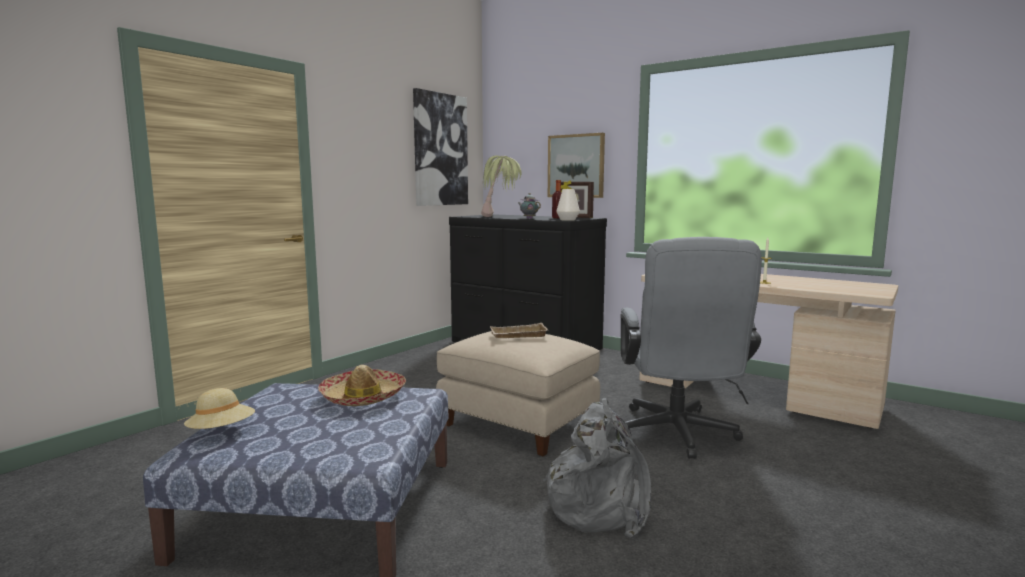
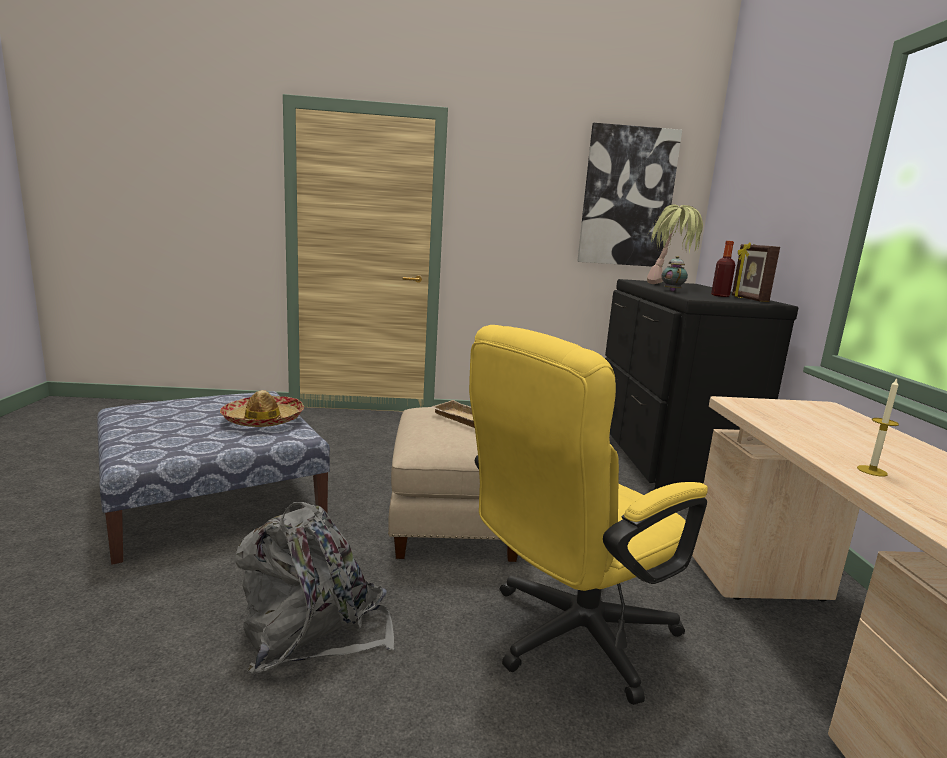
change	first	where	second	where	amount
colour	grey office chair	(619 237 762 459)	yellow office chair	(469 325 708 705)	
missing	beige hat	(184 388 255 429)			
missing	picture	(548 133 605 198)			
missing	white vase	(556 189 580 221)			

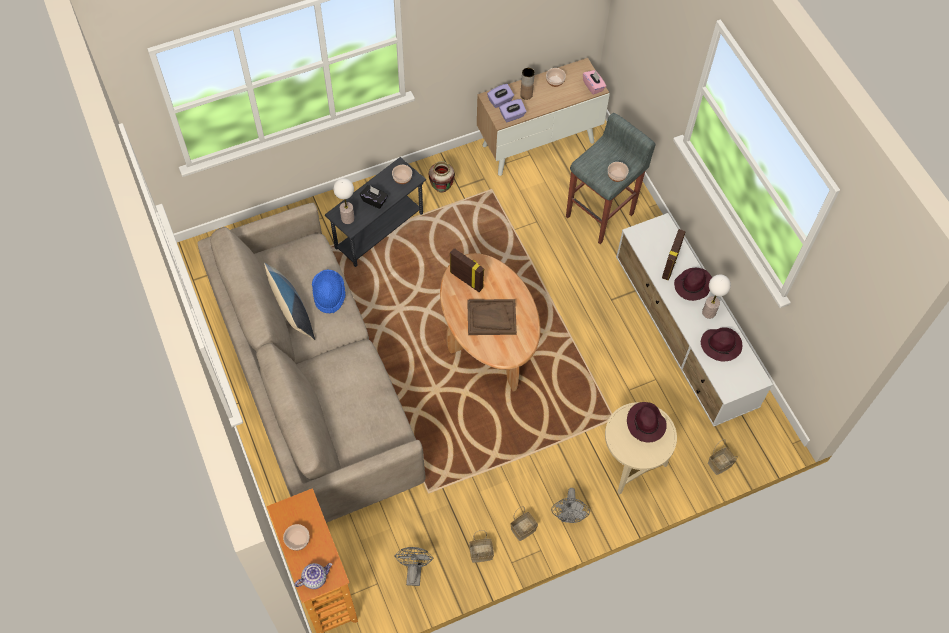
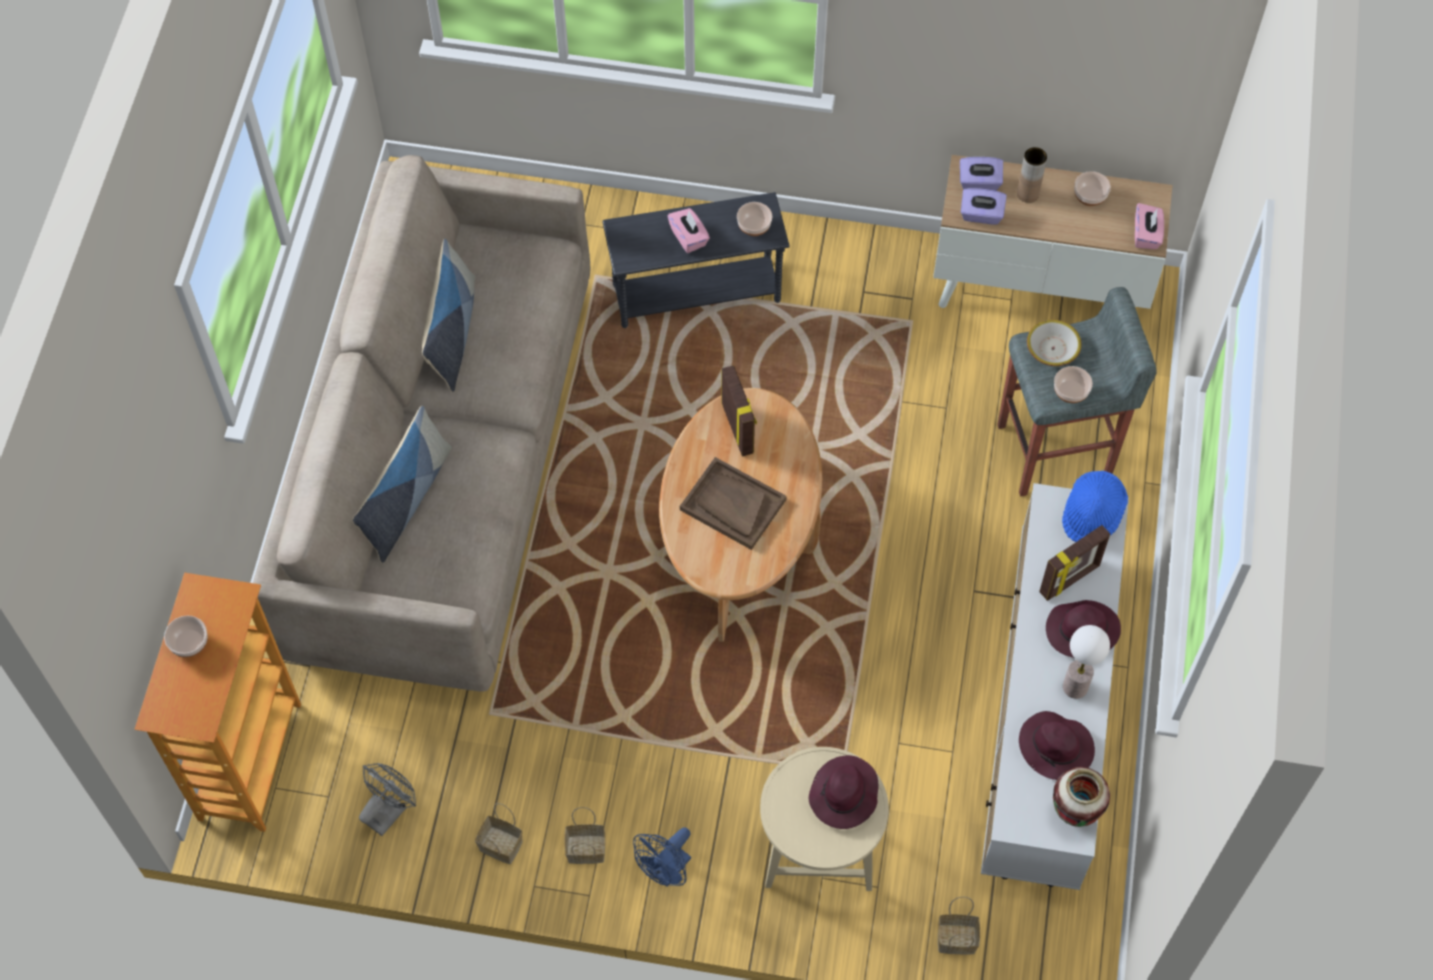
change	first	where	second	where	amount
appeared			pillow	(352 406 452 563)	
colour	grey fan	(551 488 590 523)	blue fan	(633 827 691 887)	
colour	black tissue box	(360 185 388 209)	pink tissue box	(668 208 710 253)	
appeared			bowl	(1027 320 1081 366)	
relocated	vase	(429 161 455 193)		(1053 767 1110 827)	
relocated	blue hat	(312 270 345 313)		(1062 471 1128 542)	
missing	teapot	(294 563 332 589)			
missing	table lamp	(333 178 354 224)			

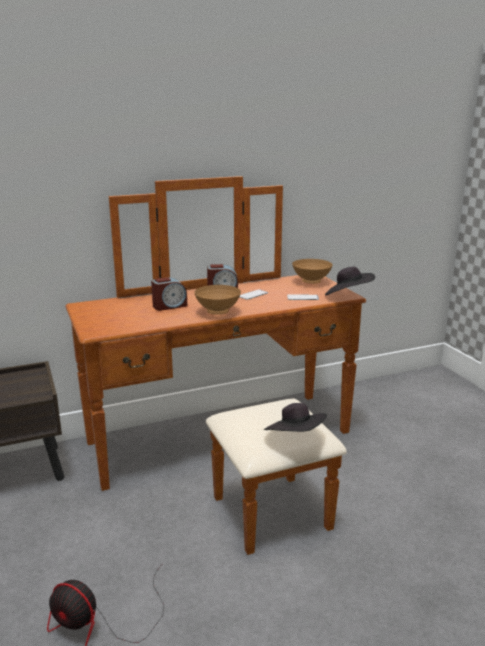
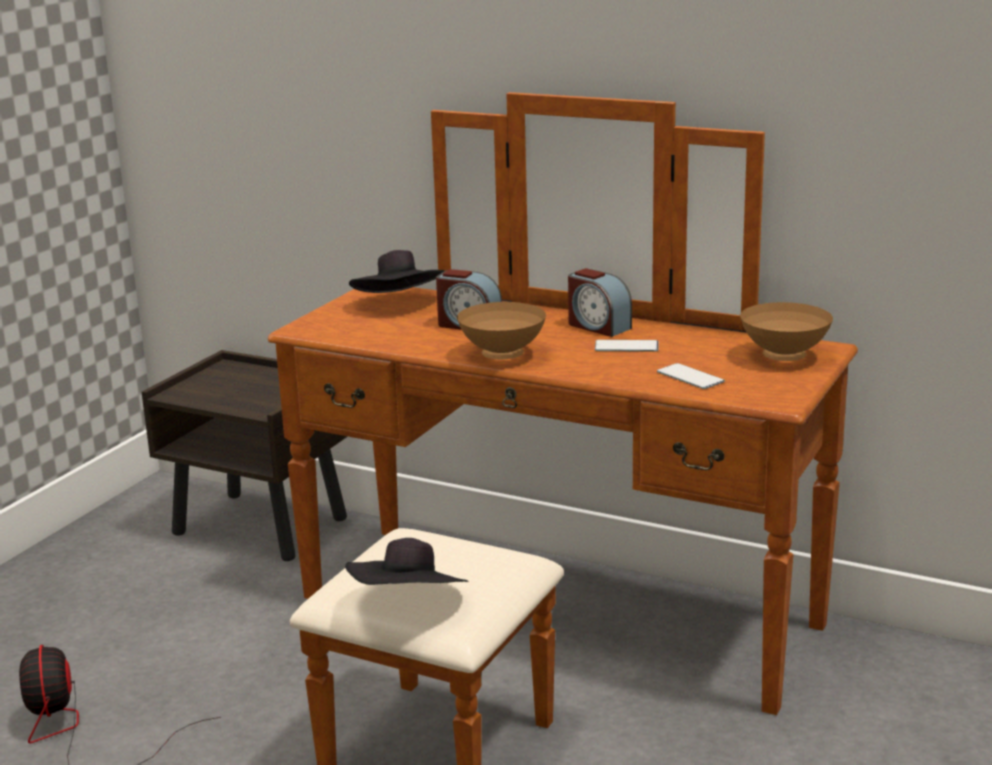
change	first	where	second	where	amount
relocated	black hat	(325 267 375 295)		(349 250 444 293)	

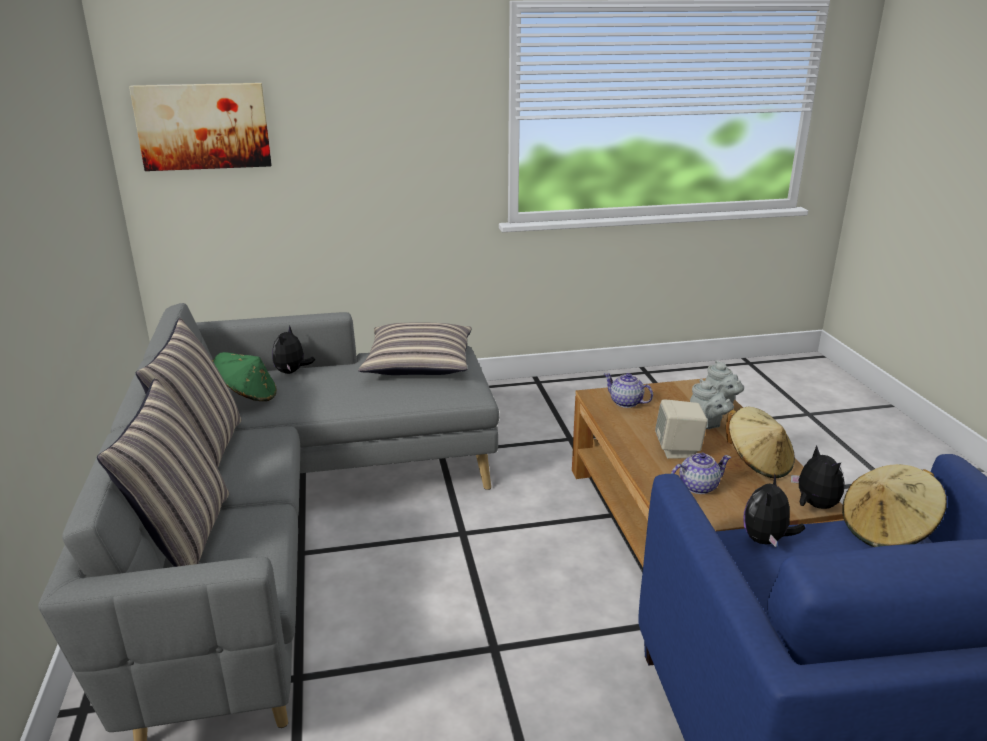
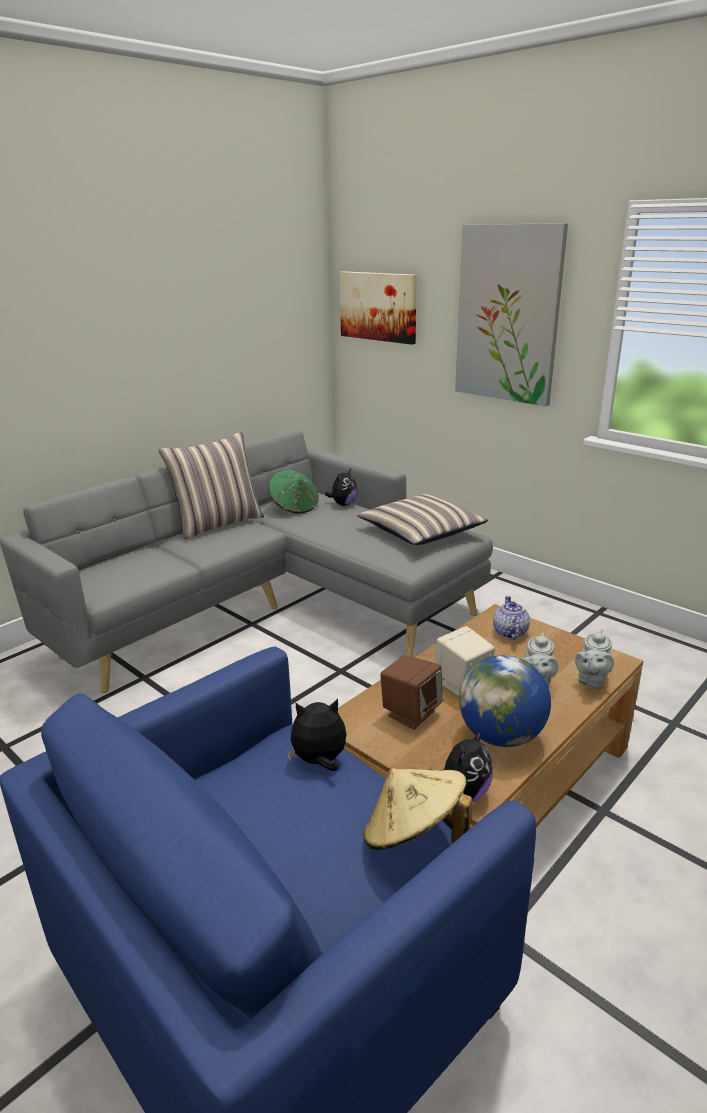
change	first	where	second	where	amount
spun	plush toy	(272 325 315 374)		(325 469 358 506)	150 degrees clockwise
exchanged	teapot	(671 453 731 494)	brown speaker	(380 655 443 729)	
appeared			picture	(455 223 568 407)	
exchanged	beige hat	(726 407 795 479)	globe	(459 655 551 747)	
missing	pillow	(97 378 229 567)			

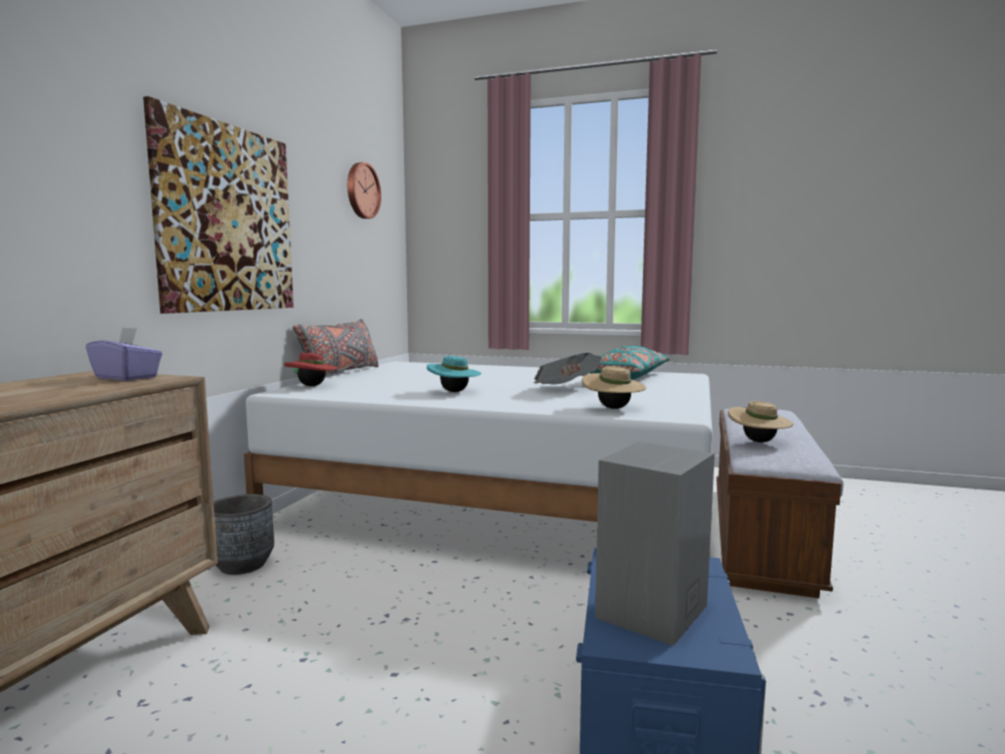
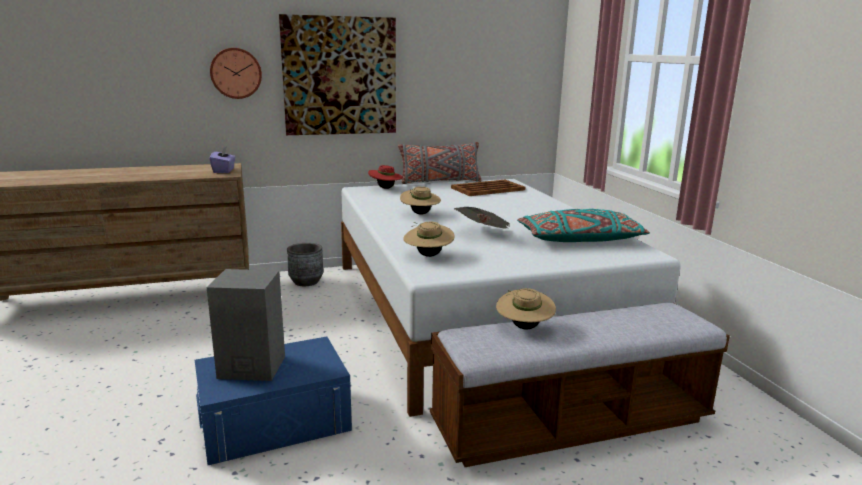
change	first	where	second	where	amount
relocated	wall clock	(347 162 381 219)		(210 48 262 99)	
colour	turquoise hat	(427 356 481 392)	beige hat	(400 186 441 215)	
appeared			brown tray	(451 180 525 196)	

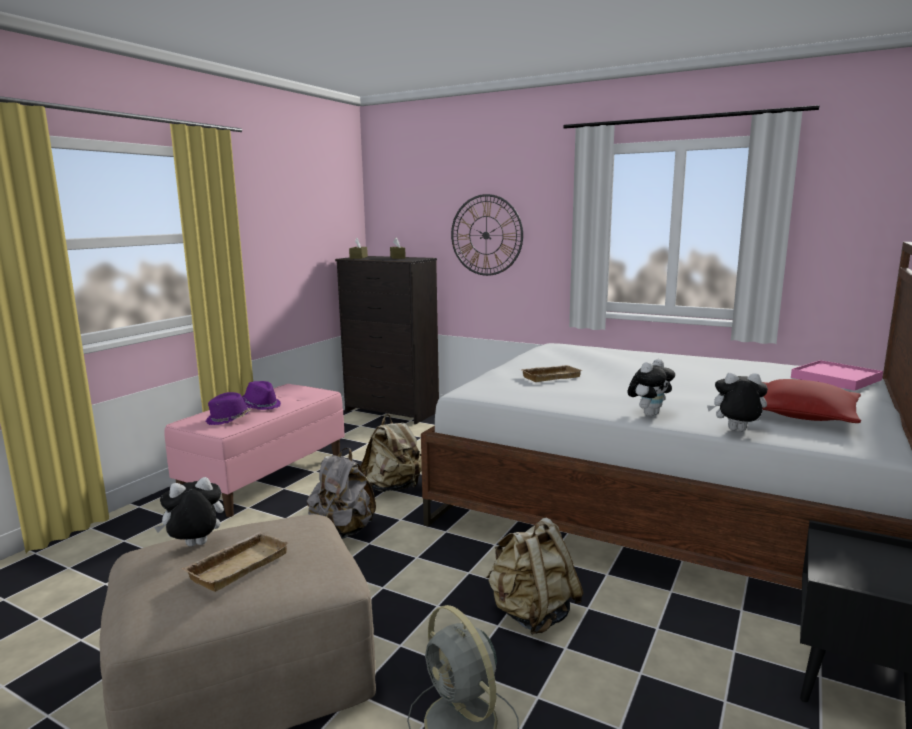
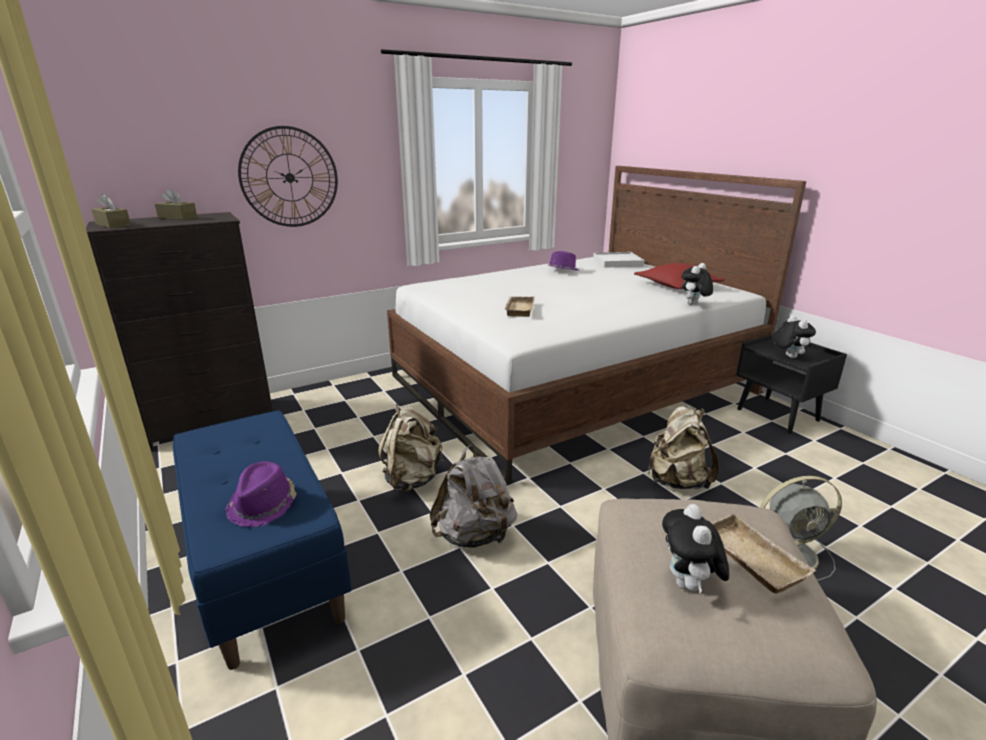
change	first	where	second	where	amount
colour	pink bench	(165 384 345 517)	blue bench	(173 410 352 670)	
relocated	purple hat	(242 381 281 410)		(547 251 579 270)	
colour	pink tray	(791 360 883 391)	white tray	(593 252 645 268)	
relocated	plush toy	(628 359 675 416)		(772 315 816 358)	

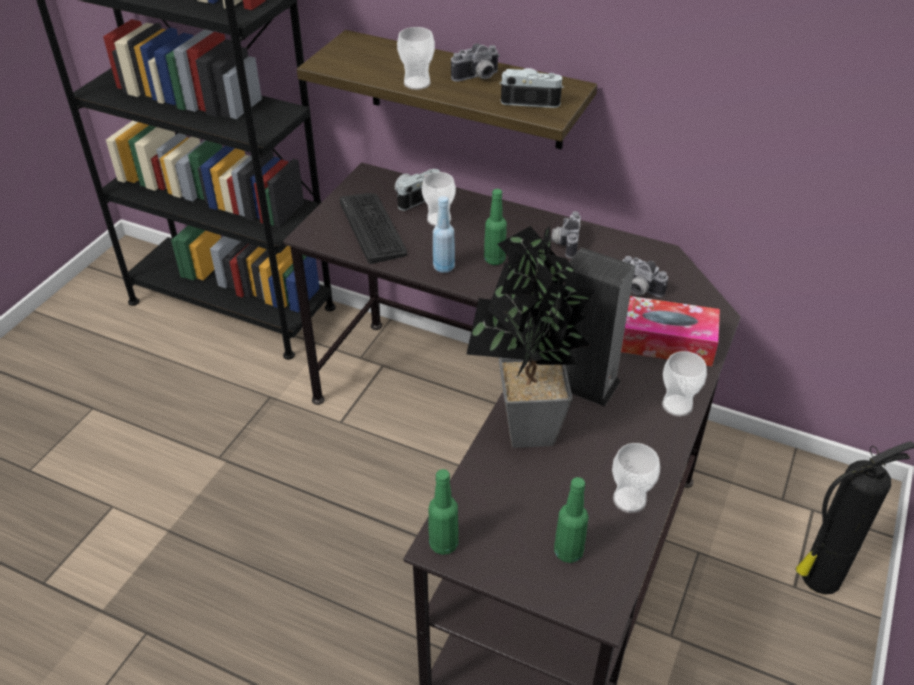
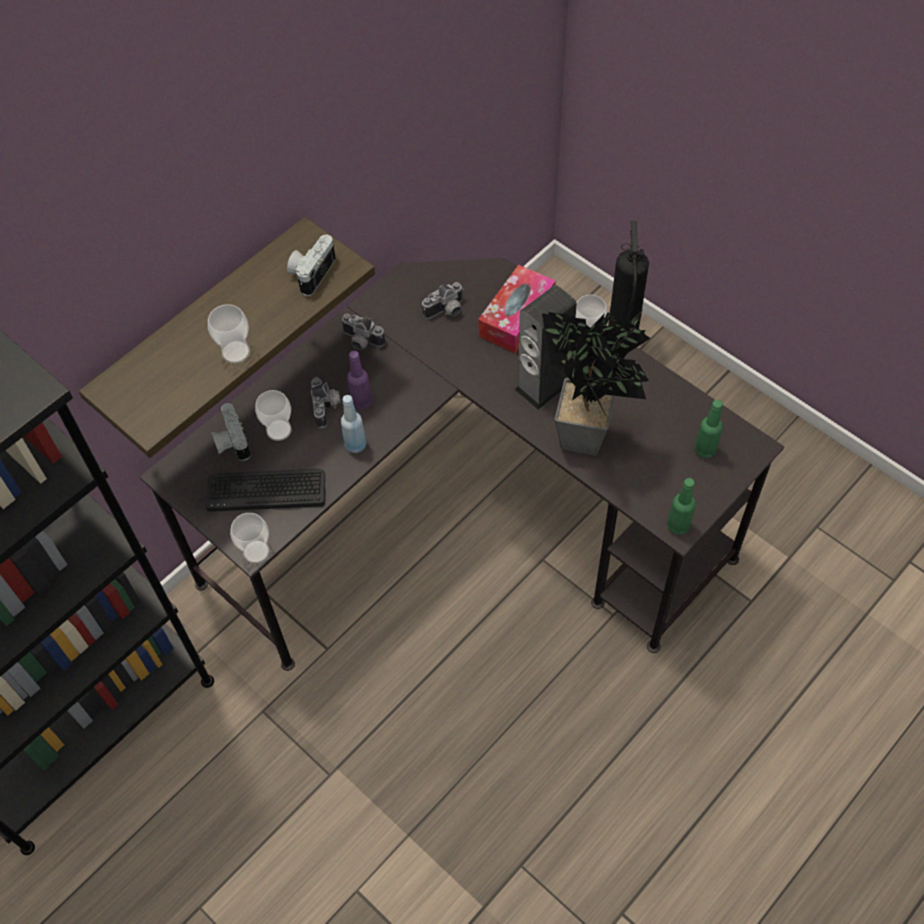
change	first	where	second	where	amount
relocated	cup	(612 443 660 513)		(230 513 270 564)	
relocated	photo camera	(451 43 500 82)		(311 377 340 429)	
colour	green bottle	(484 189 507 265)	purple bottle	(347 351 372 410)	

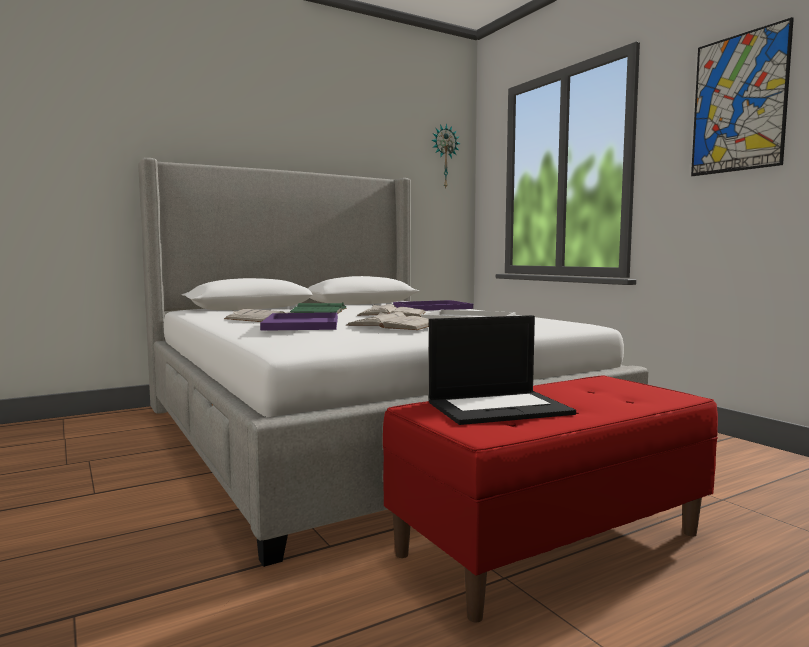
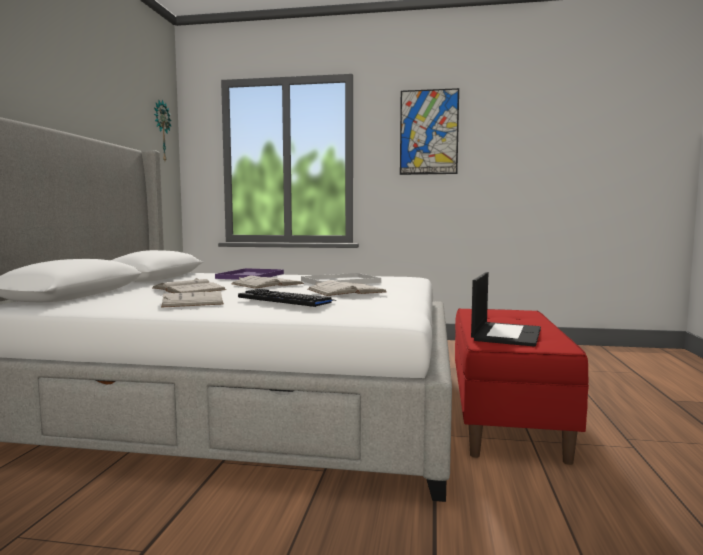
change	first	where	second	where	amount
colour	green book	(290 303 347 313)	white book	(153 278 226 293)	
exchanged	purple tray	(260 313 338 331)	keyboard	(238 289 336 307)	

